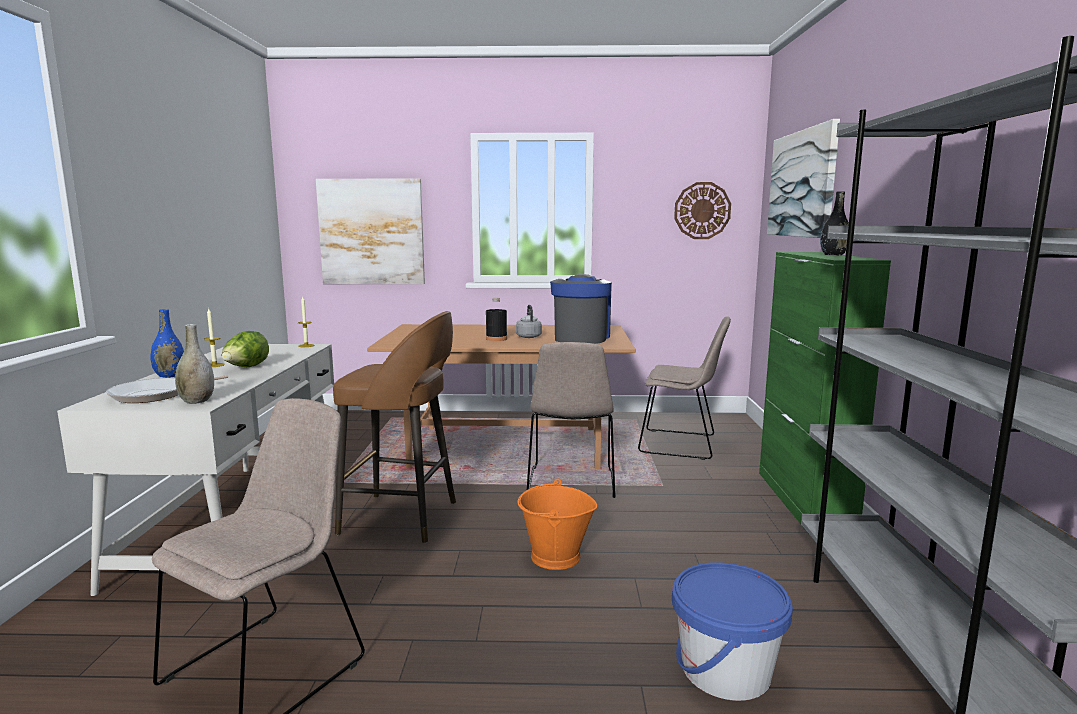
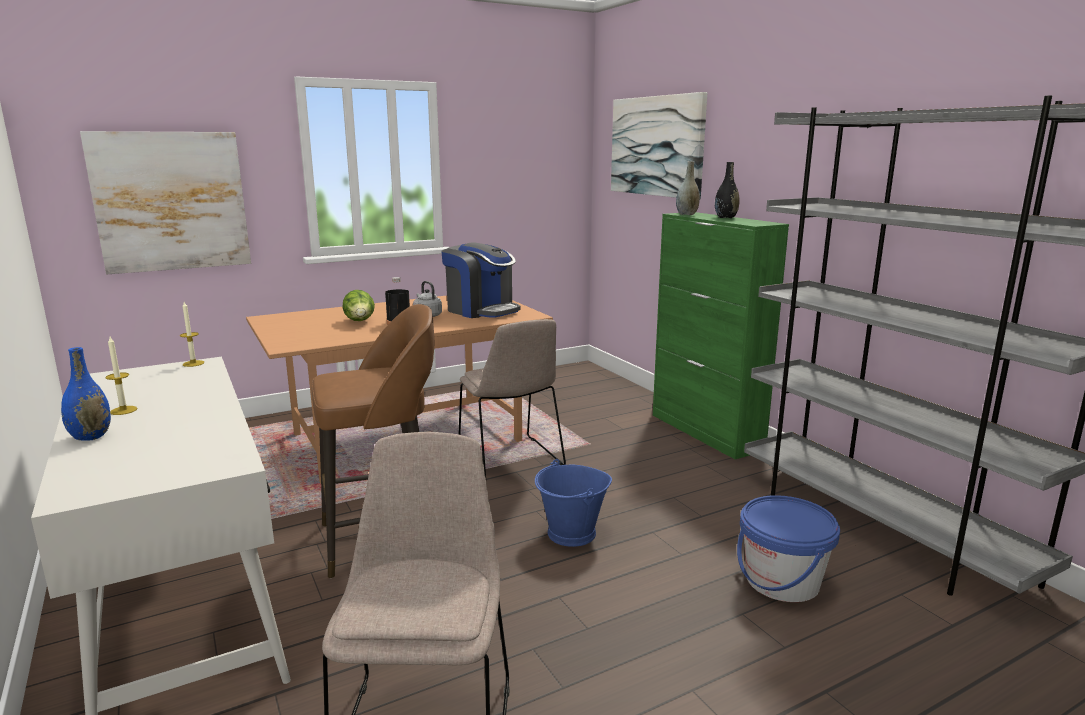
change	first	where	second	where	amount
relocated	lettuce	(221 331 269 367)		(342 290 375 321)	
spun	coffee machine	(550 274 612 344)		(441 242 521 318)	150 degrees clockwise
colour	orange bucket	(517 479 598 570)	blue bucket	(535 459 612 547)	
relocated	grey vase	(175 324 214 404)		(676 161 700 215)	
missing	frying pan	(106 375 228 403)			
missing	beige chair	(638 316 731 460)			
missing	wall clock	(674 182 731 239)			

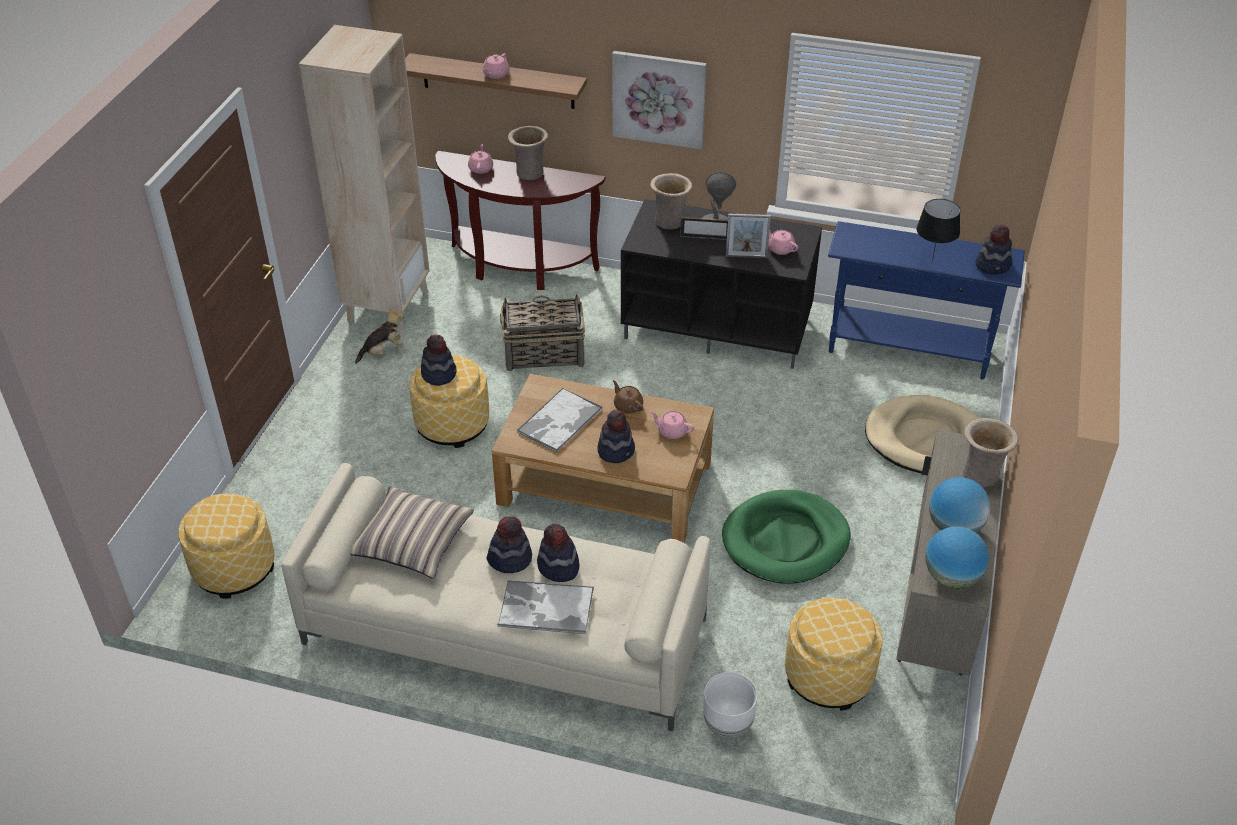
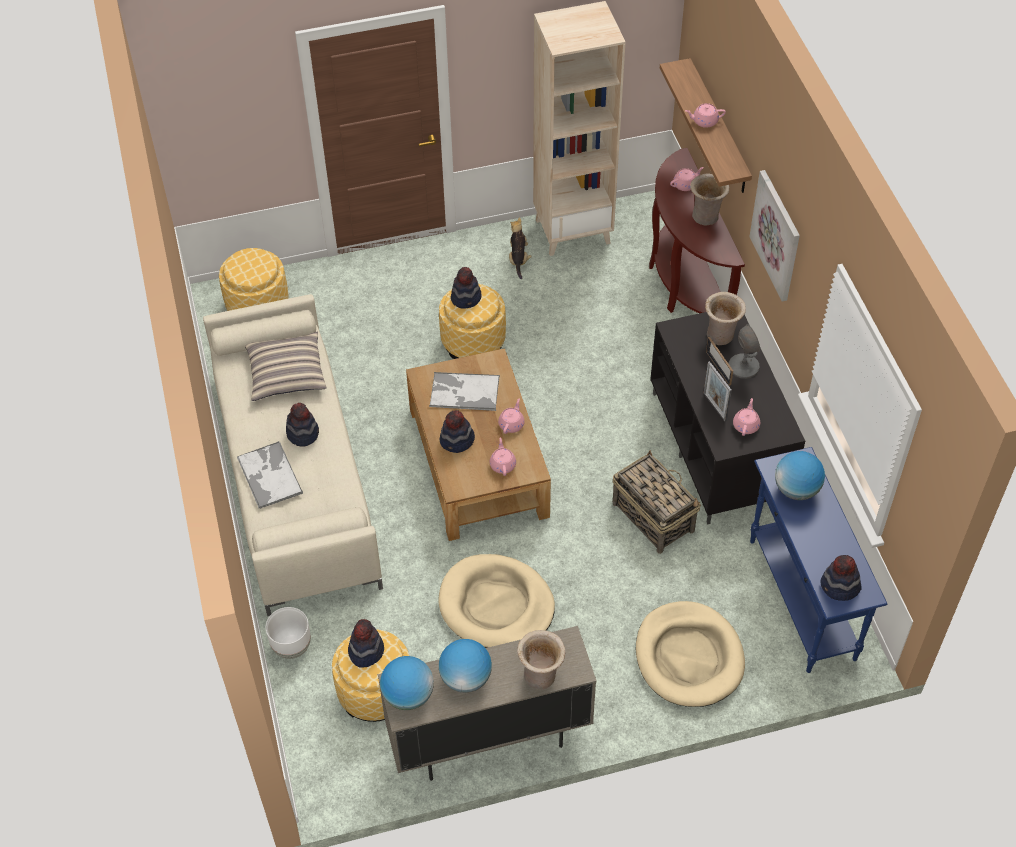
change	first	where	second	where	amount
relocated	hat	(537 524 580 582)		(348 619 384 668)	
colour	green dog bed	(722 490 851 584)	beige dog bed	(439 554 555 648)	
colour	brown teapot	(613 380 643 413)	pink teapot	(498 399 525 434)	
spun	plush toy	(355 308 404 364)		(509 217 532 279)	120 degrees counterclockwise
relocated	basket	(500 294 585 372)		(612 450 701 554)	
appeared			globe	(775 451 825 500)	
missing	black table lamp	(916 199 960 262)			

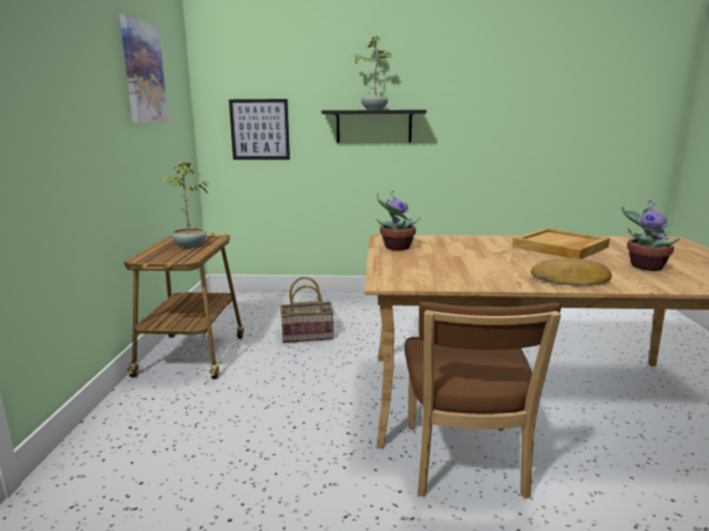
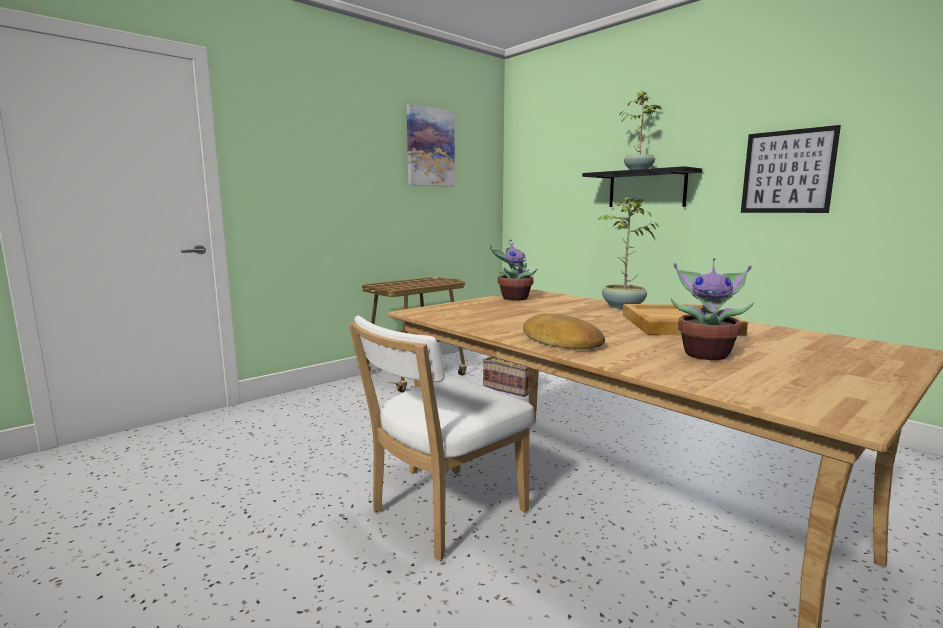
change	first	where	second	where	amount
colour	brown chair	(405 302 561 499)	white chair	(349 316 535 561)	
relocated	potted plant	(160 162 210 248)		(598 197 659 309)	
relocated	picture	(229 99 290 160)		(741 125 841 213)	

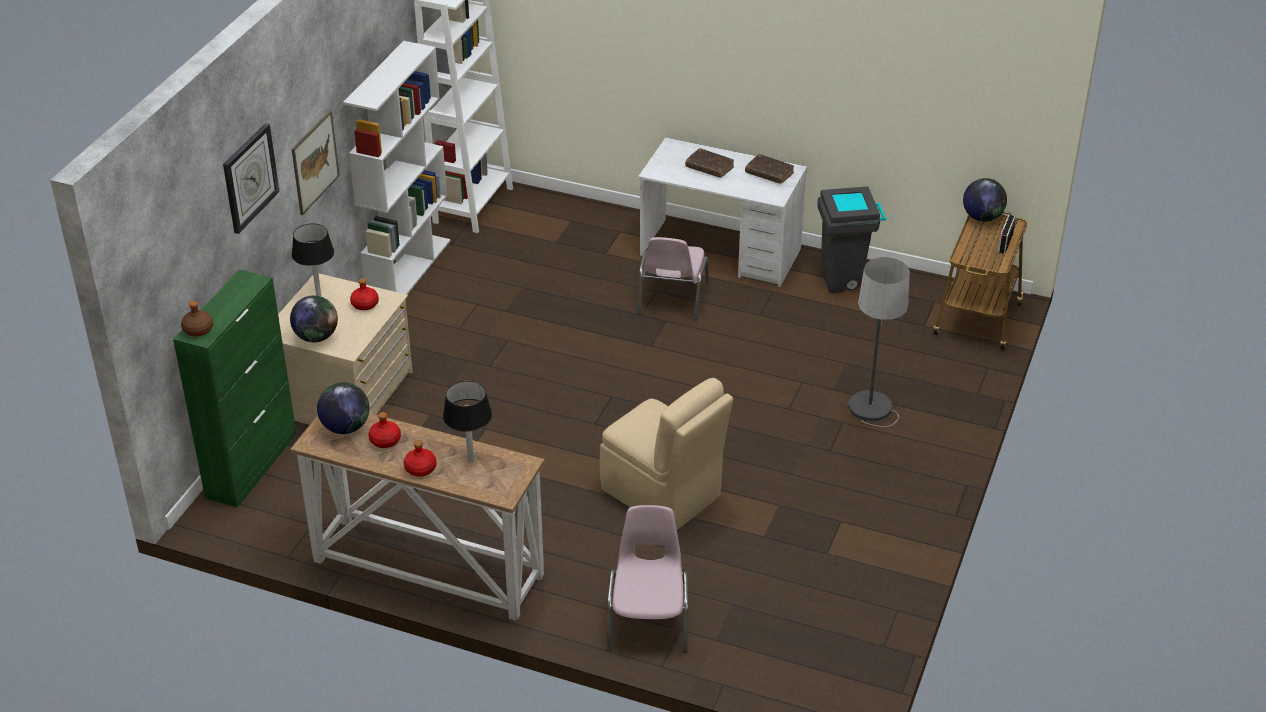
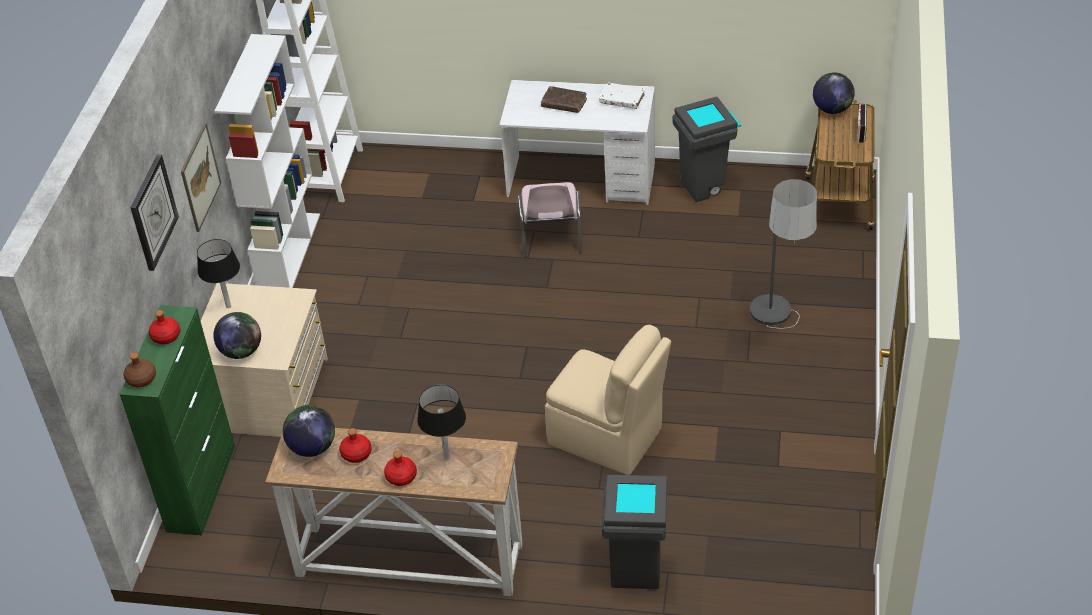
change	first	where	second	where	amount
relocated	red bottle	(350 278 379 310)		(149 310 180 344)	
colour	brown book	(745 154 794 184)	white book	(599 82 645 109)	
exchanged	pink chair	(607 505 689 653)	grey trash can	(602 475 667 589)	

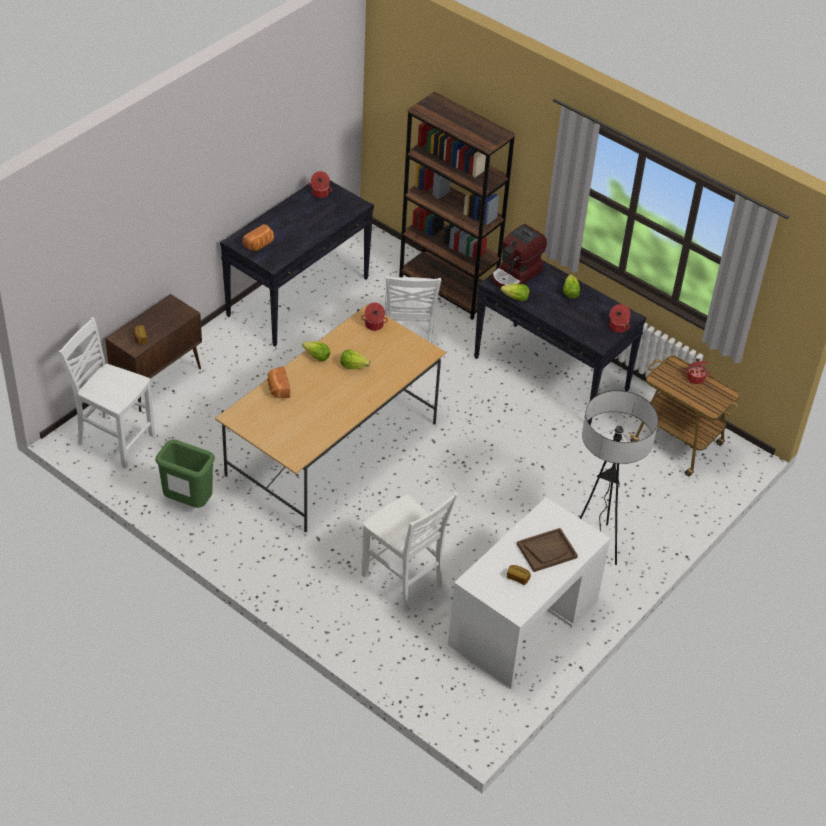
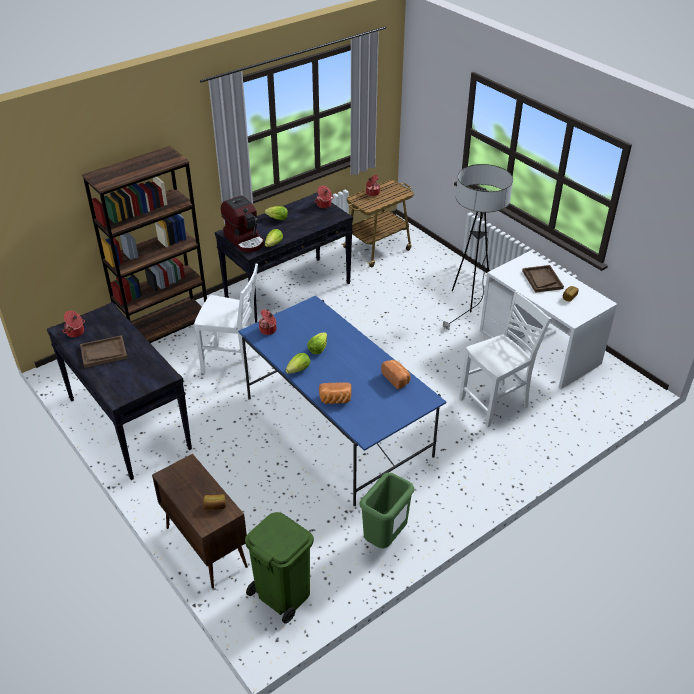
change	first	where	second	where	amount
appeared			brown tray	(80 335 128 368)	
colour	beige dining table	(215 304 446 532)	blue dining table	(238 295 446 506)	
exchanged	white chair	(59 317 155 469)	green trash can	(245 512 314 624)	
relocated	bread	(243 224 274 251)		(381 360 411 389)	

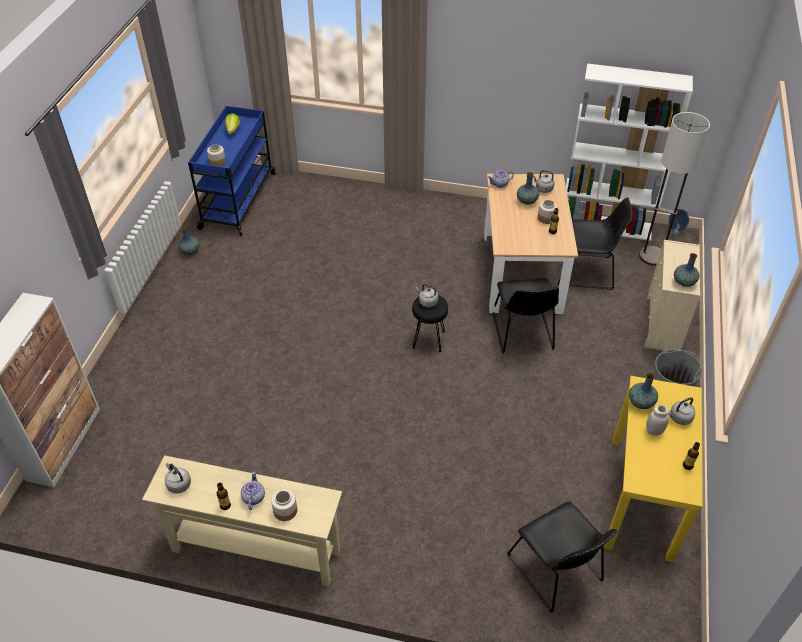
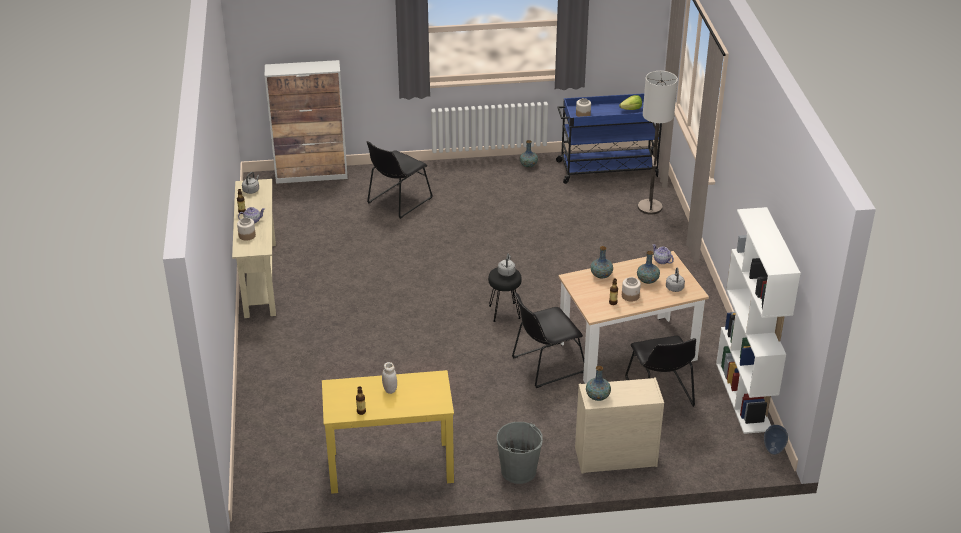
change	first	where	second	where	amount
relocated	black chair	(507 502 617 613)		(366 141 433 219)	
relocated	vase	(629 373 658 409)		(590 246 613 278)	
relocated	floor lamp	(639 112 710 266)		(638 71 678 215)	
missing	grey kettle	(668 397 695 425)			

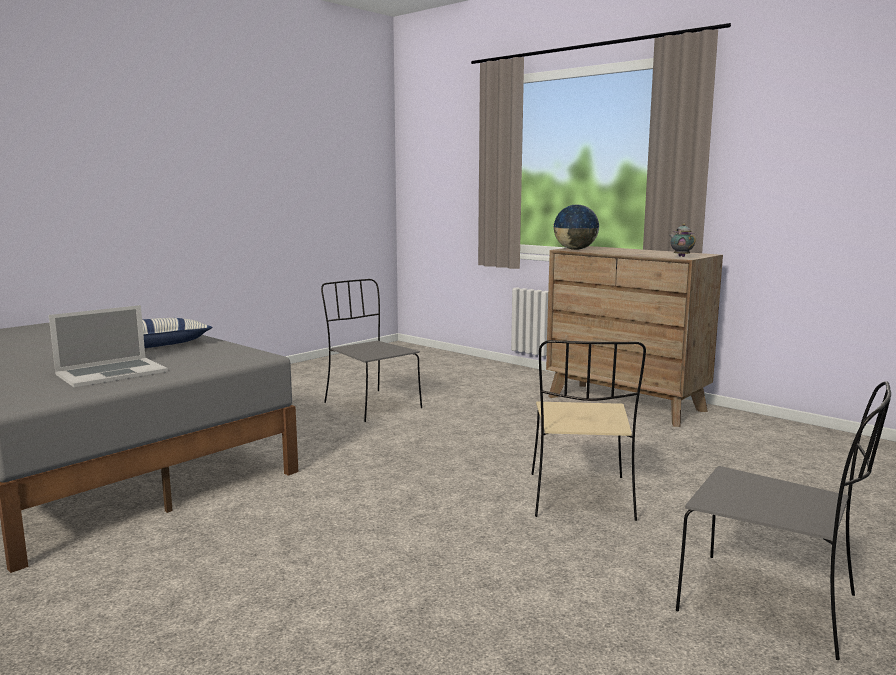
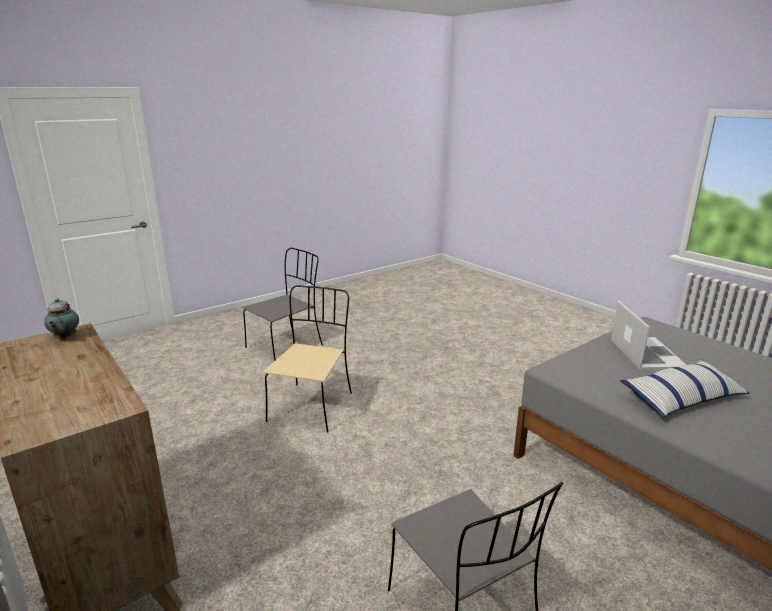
change	first	where	second	where	amount
spun	grey chair	(676 381 891 660)		(242 248 323 361)	90 degrees clockwise
spun	laptop	(49 305 168 388)		(611 301 686 370)	120 degrees clockwise
missing	globe	(553 204 600 250)			

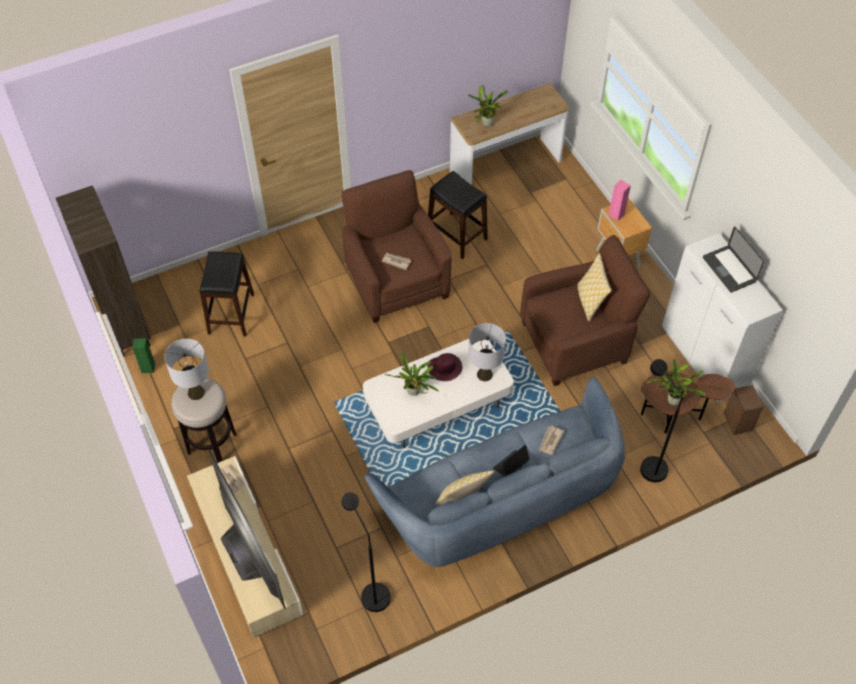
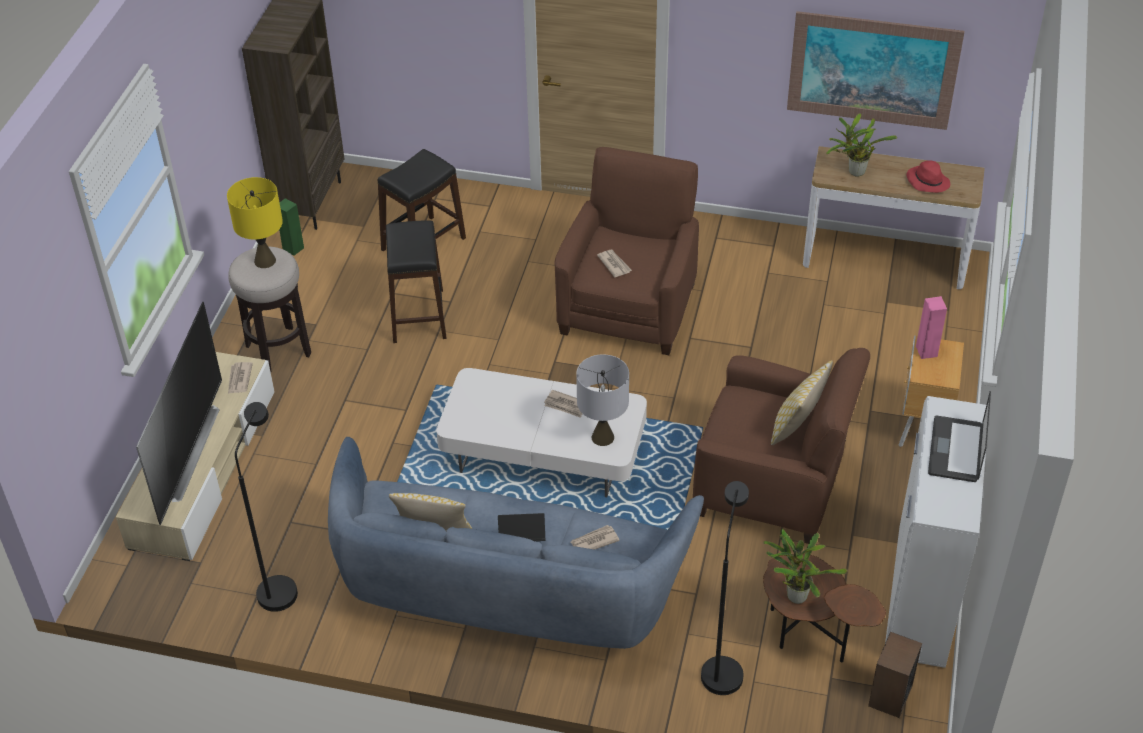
change	first	where	second	where	amount
colour	grey table lamp	(164 339 209 400)	yellow table lamp	(227 177 283 268)	
relocated	black stool	(428 171 488 259)		(386 221 447 343)	
exchanged	purple hat	(427 353 462 381)	newspaper	(544 390 582 418)	
appeared			picture	(787 11 965 130)	
appeared			red hat	(906 160 950 193)	
missing	potted plant	(384 352 439 396)			

